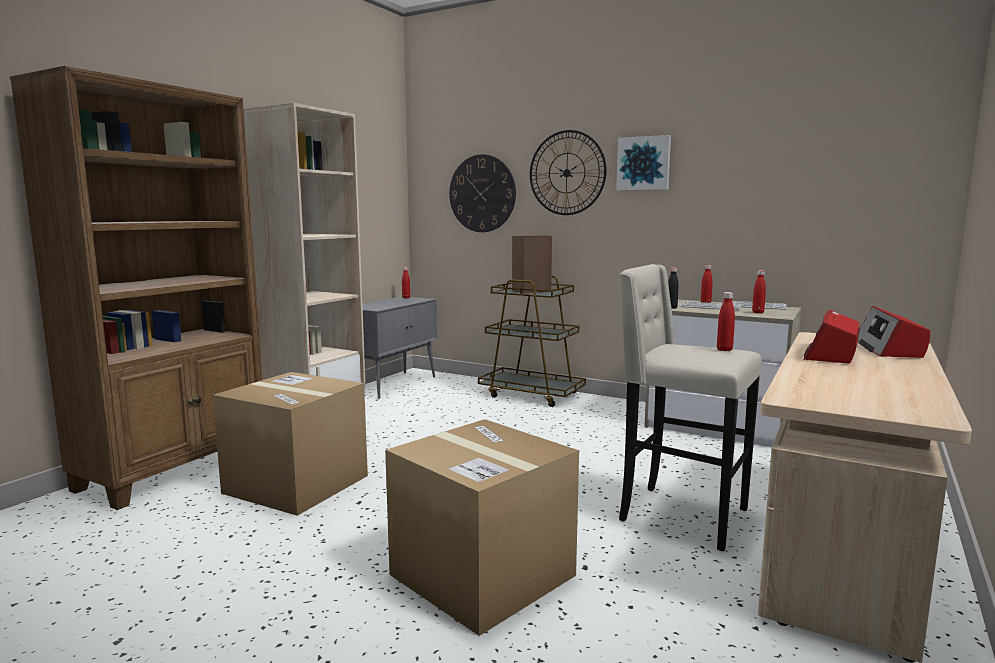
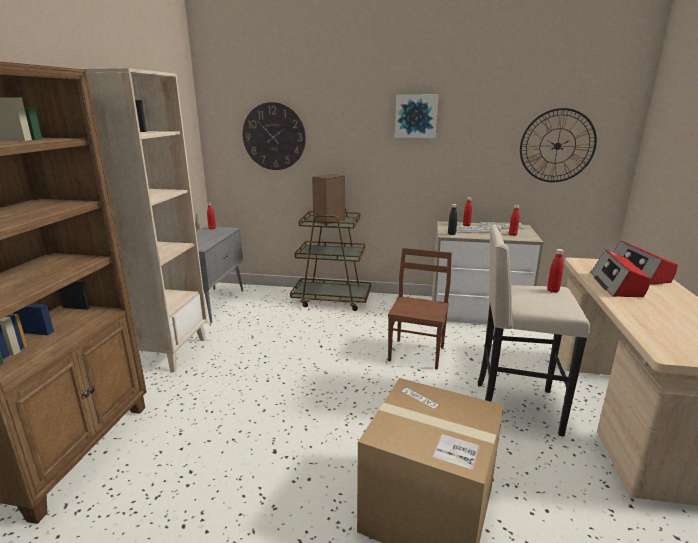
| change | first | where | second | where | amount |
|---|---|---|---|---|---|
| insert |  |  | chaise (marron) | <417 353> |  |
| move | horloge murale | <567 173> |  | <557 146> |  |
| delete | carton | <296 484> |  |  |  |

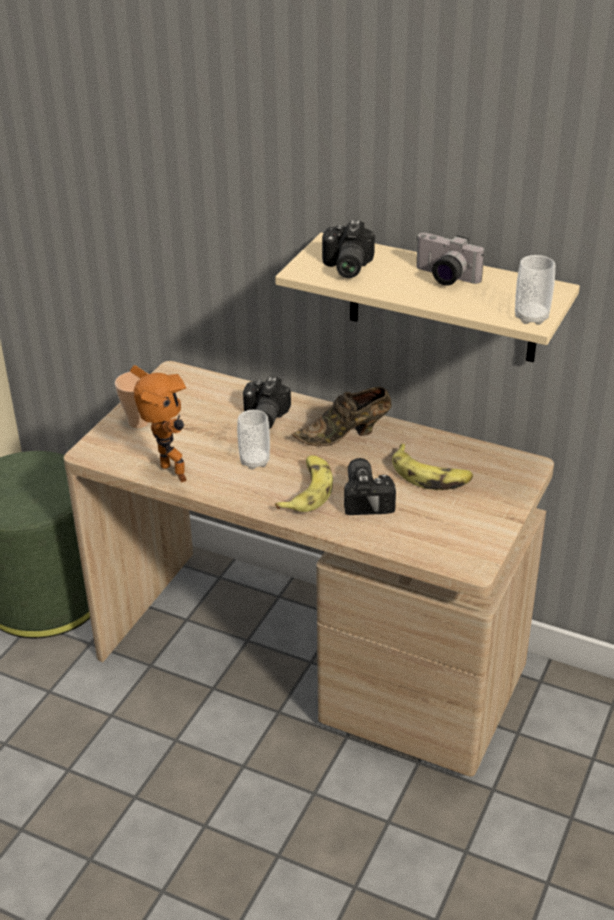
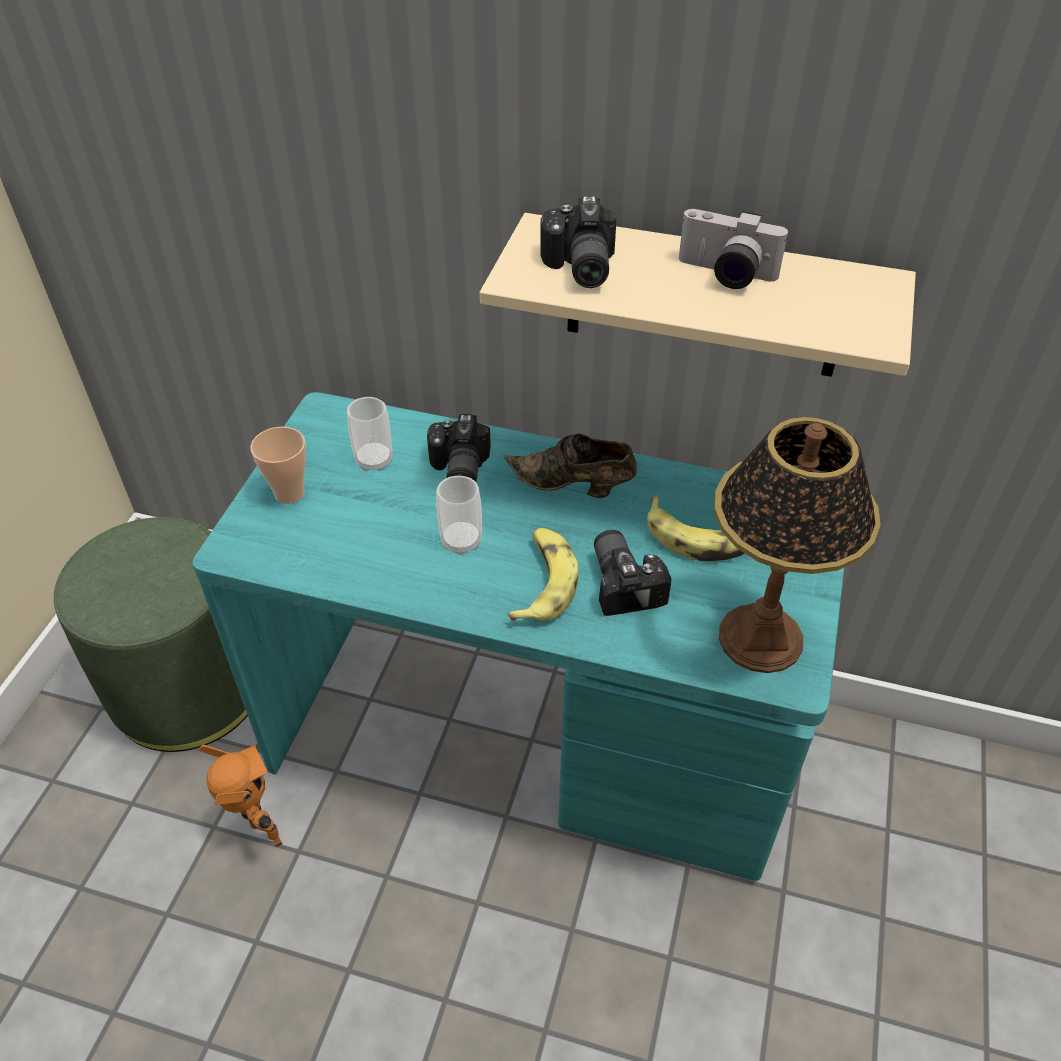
| change | first | where | second | where | amount |
|---|---|---|---|---|---|
| recolor | bureau (beige) | <310 659> | bureau (turquoise) | <531 736> |  |
| move | robot jouet | <169 475> |  | <262 838> |  |
| move | tasse | <531 317> |  | <374 461> |  |
| rotate | chaussure (marron) | <346 435> |  | <573 486> | 45 degrees clockwise |
| insert |  |  | lampe de table | <761 639> |  |

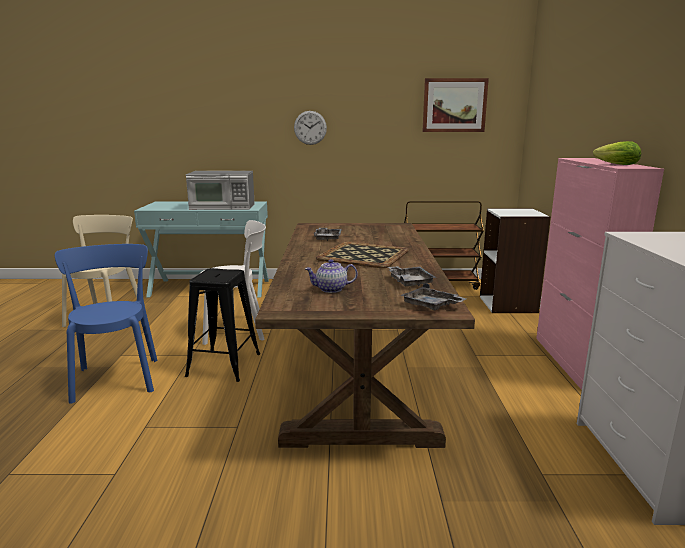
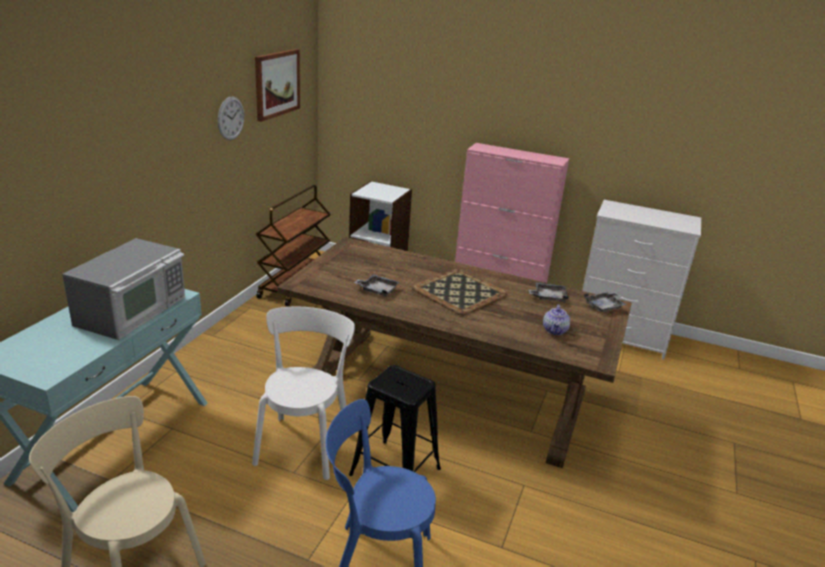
| change | first | where | second | where | amount |
|---|---|---|---|---|---|
| move | horloge murale | <310 127> |  | <231 118> |  |
| delete | laitue | <614 164> |  |  |  |

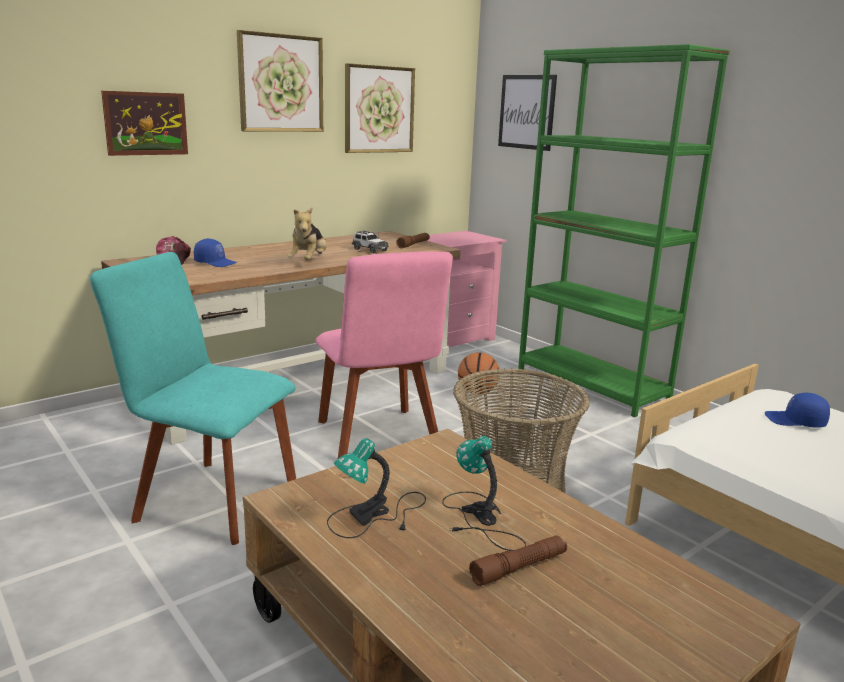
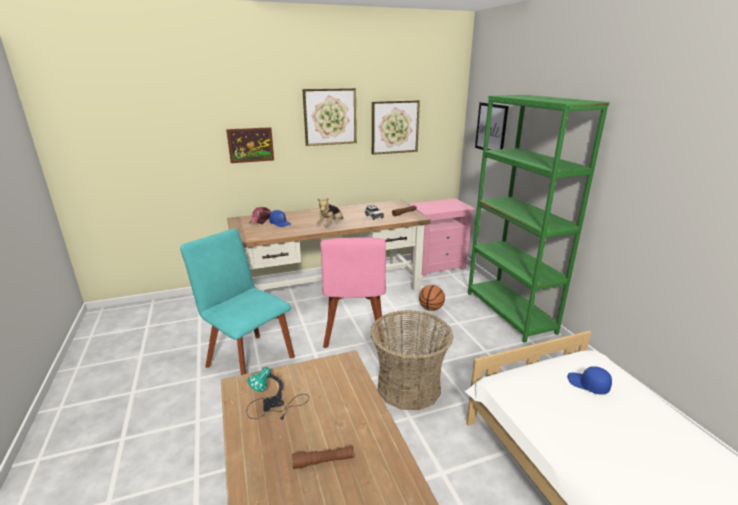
| change | first | where | second | where | amount |
|---|---|---|---|---|---|
| delete | lampe de table | <479 518> |  |  |  |

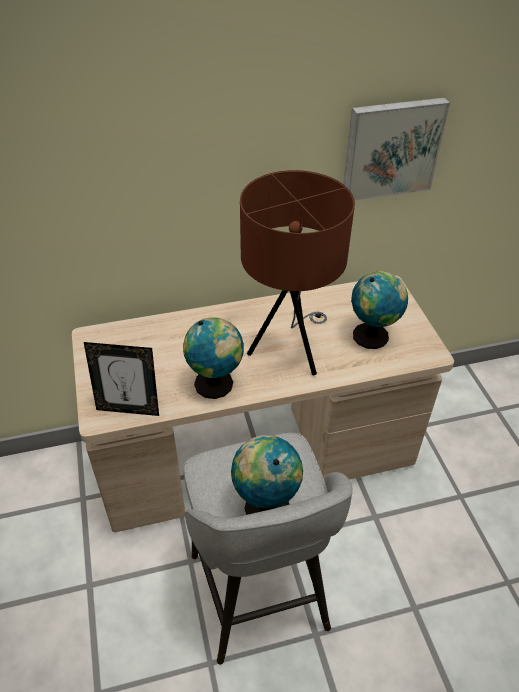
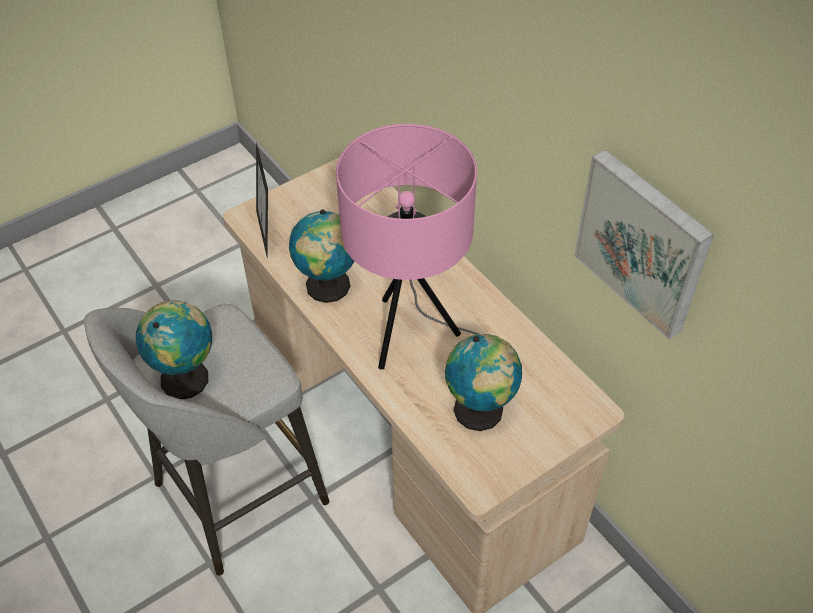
| change | first | where | second | where | amount |
|---|---|---|---|---|---|
| recolor | lampe de table (marron) | <290 349> | lampe de table (rose) | <413 336> |  |

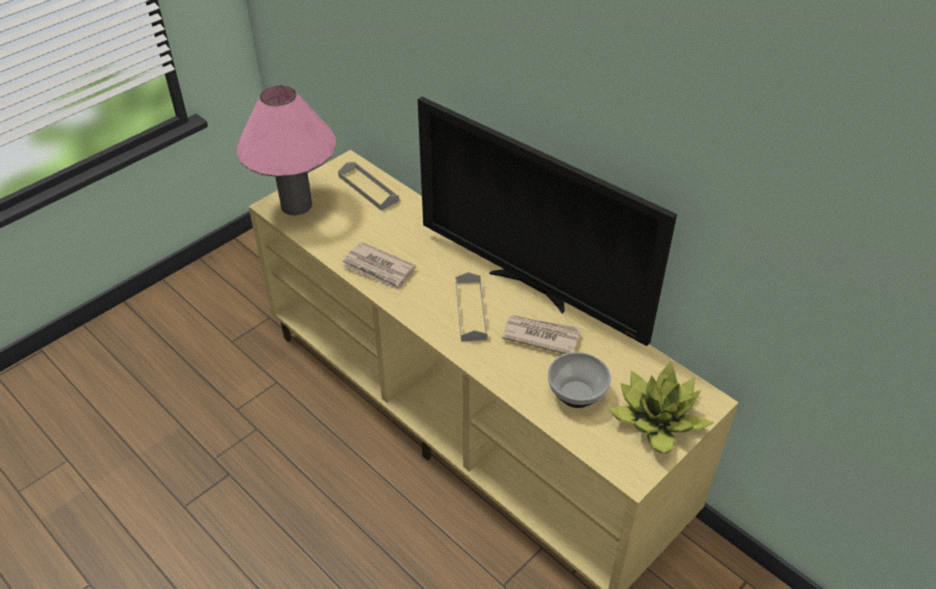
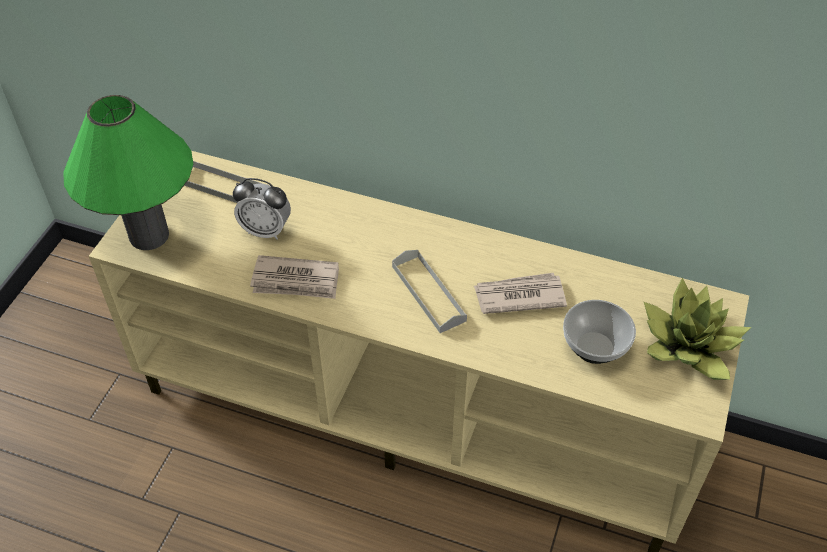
| change | first | where | second | where | amount |
|---|---|---|---|---|---|
| recolor | lampe de table (rose) | <296 205> | lampe de table (vert) | <149 235> |  |
| insert |  |  | réveil | <266 230> |  |
| delete | téléviseur | <532 288> |  |  |  |

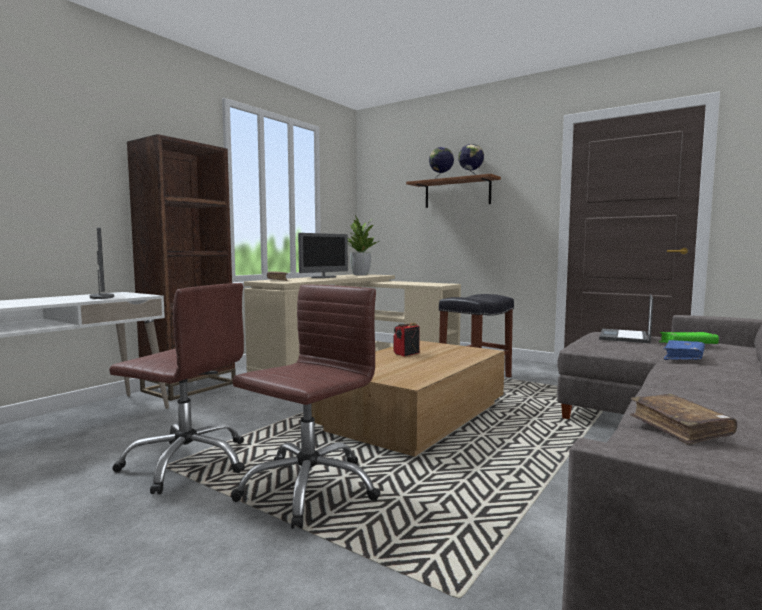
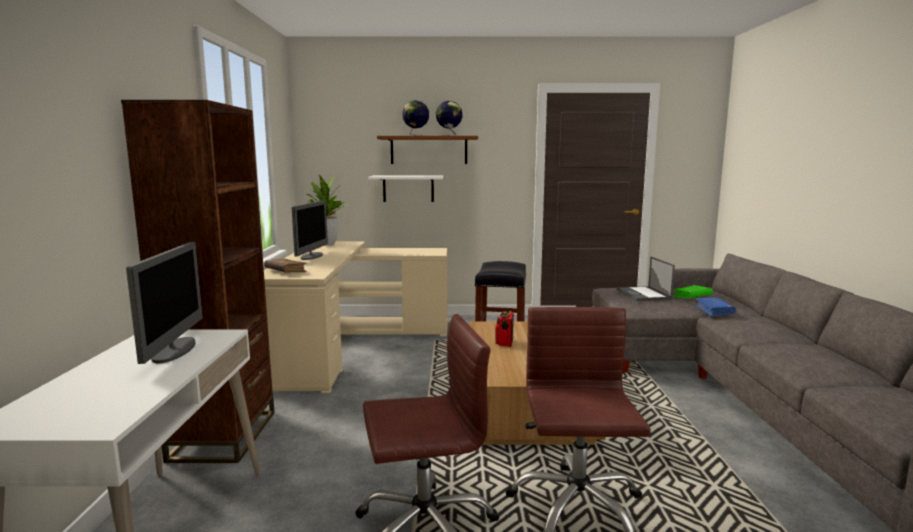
| change | first | where | second | where | amount |
|---|---|---|---|---|---|
| rotate | écran d'ordinateur | <102 297> |  | <174 350> | 60 degrees clockwise |
| insert |  |  | étagère (blanc) | <408 188> |  |
| delete | livre (marron) | <679 428> |  |  |  |

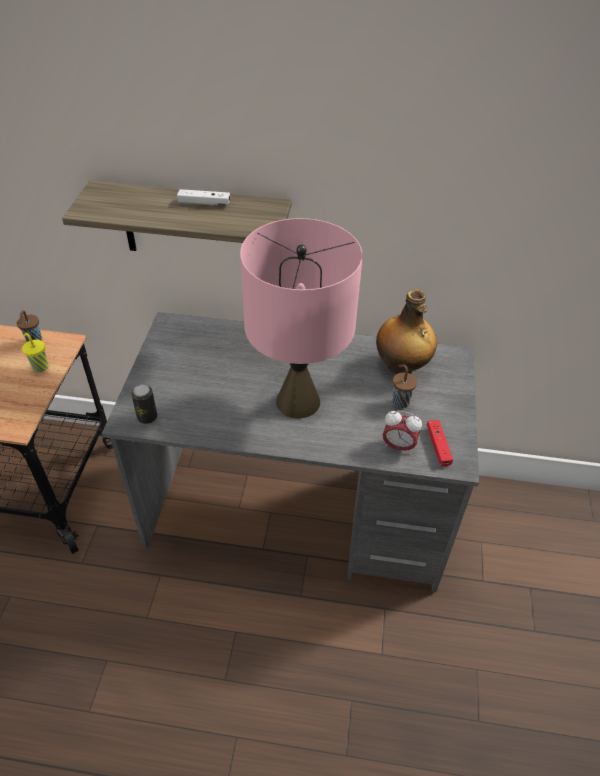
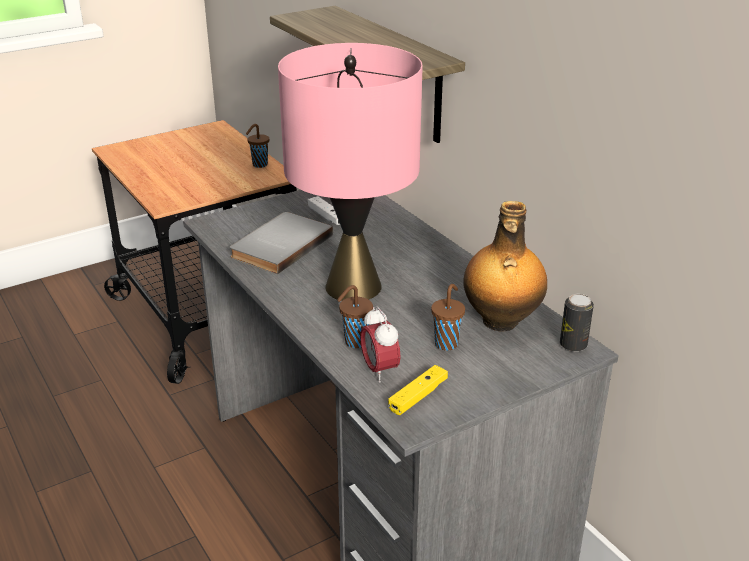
| change | first | where | second | where | amount |
|---|---|---|---|---|---|
| insert |  |  | livre (gris) | <279 245> |  |
| move | manette (blanc) | <204 203> |  | <327 217> |  |
| insert |  |  | tasse (marron) | <354 342> |  |
| recolor | manette (rouge) | <438 446> | manette (jaune) | <418 396> |  |
| move | boîte métallique | <147 417> |  | <573 345> |  |
| delete | tasse (jaune) | <40 366> |  |  |  |

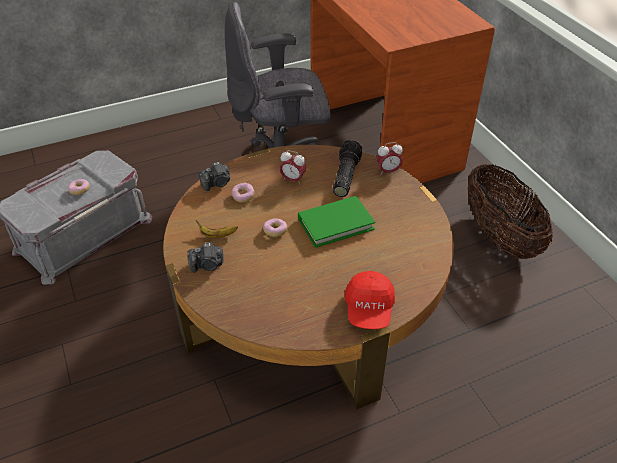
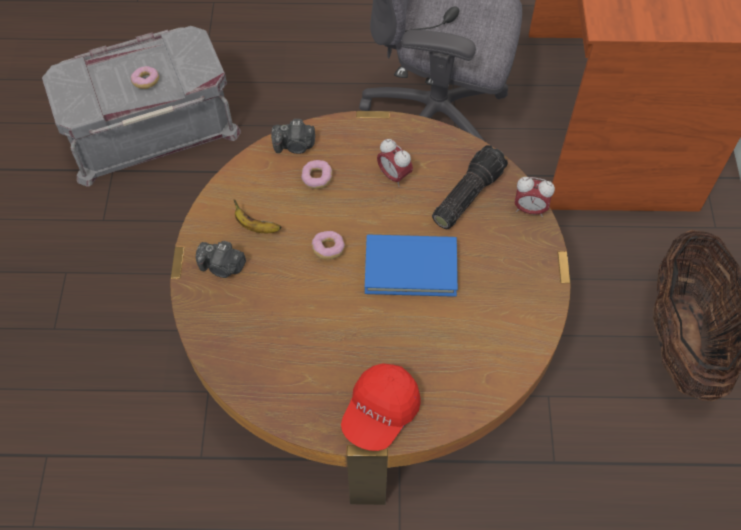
| change | first | where | second | where | amount |
|---|---|---|---|---|---|
| recolor | livre (vert) | <335 224> | livre (bleu) | <410 268> |  |

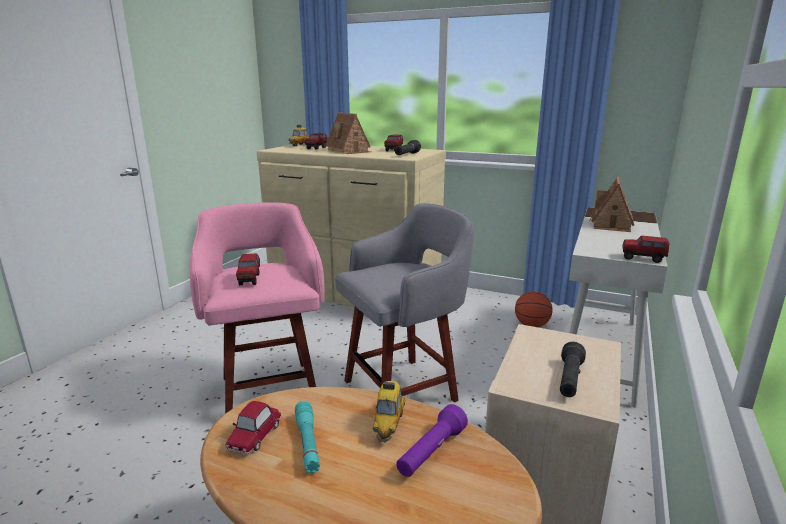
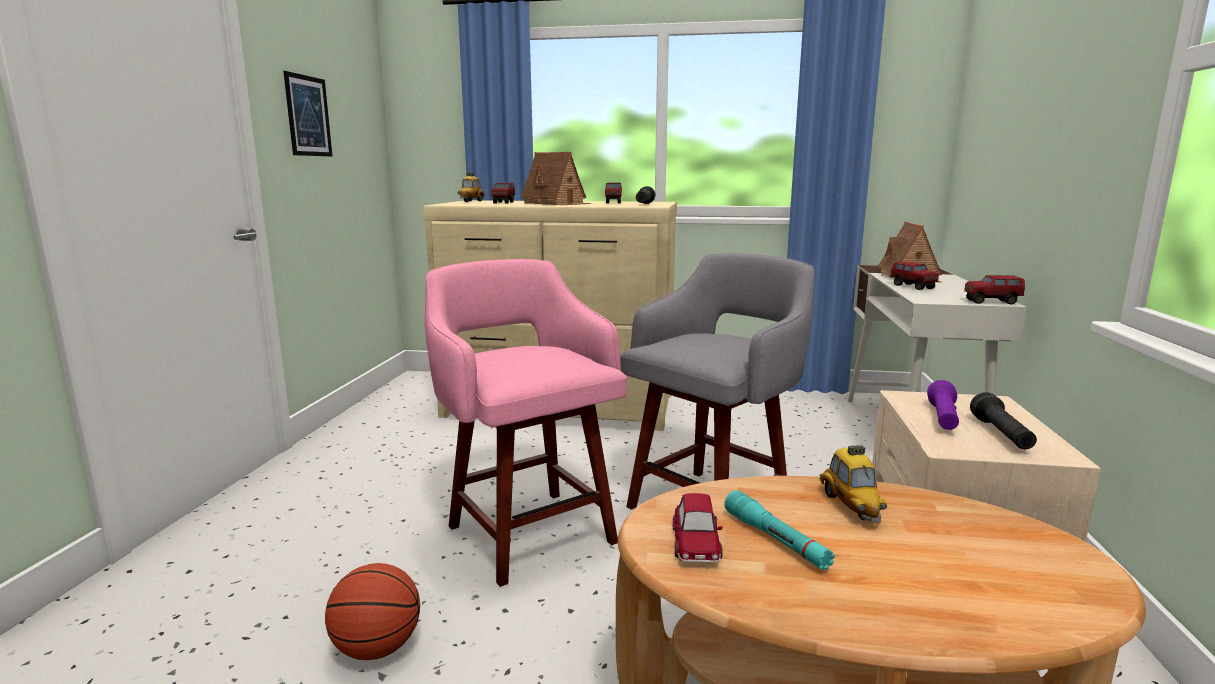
| change | first | where | second | where | amount |
|---|---|---|---|---|---|
| insert |  |  | tableau | <308 116> |  |
| move | ballon de basket | <531 325> |  | <377 648> |  |
| move | camion jouet | <249 279> |  | <912 287> |  |
| move | lampe de poche (violet) | <431 452> |  | <943 418> |  |

